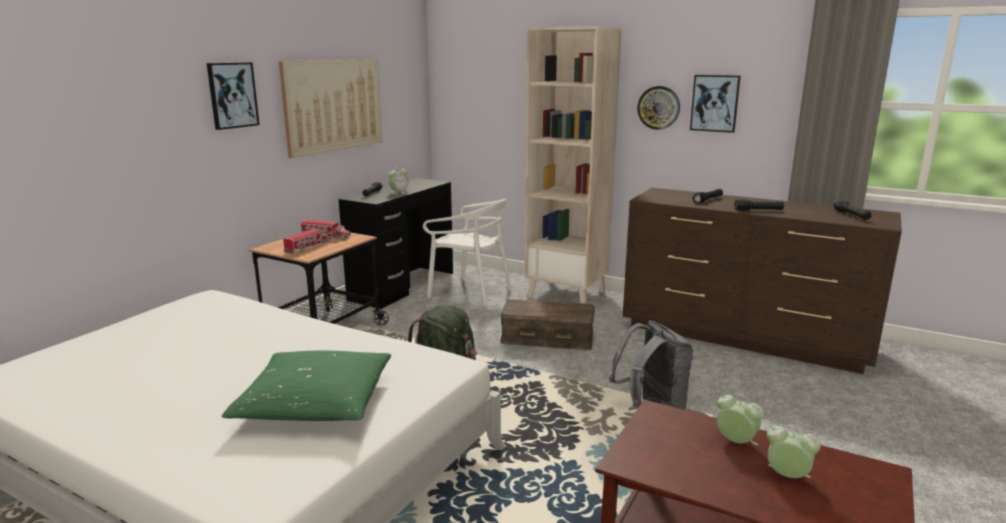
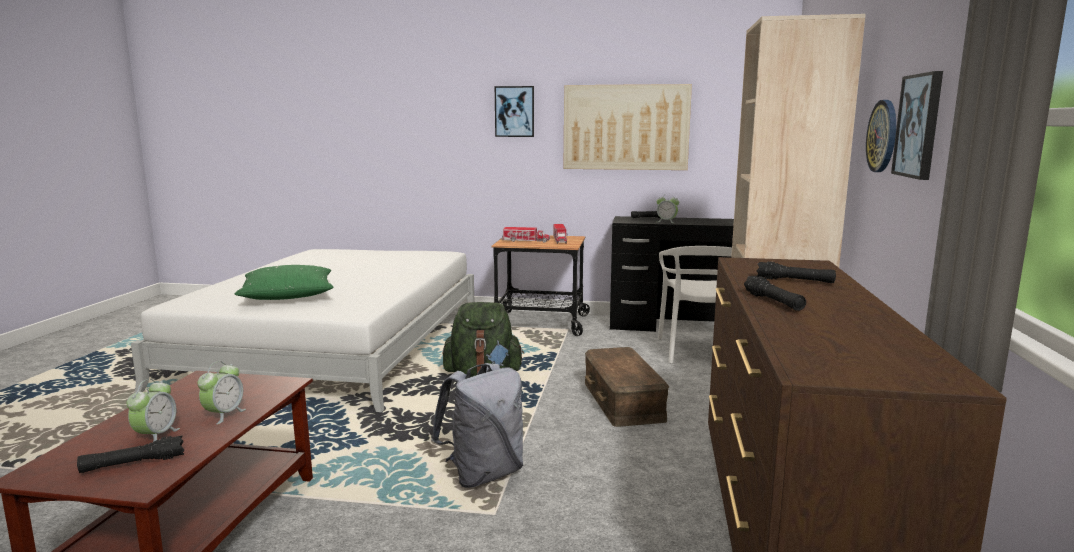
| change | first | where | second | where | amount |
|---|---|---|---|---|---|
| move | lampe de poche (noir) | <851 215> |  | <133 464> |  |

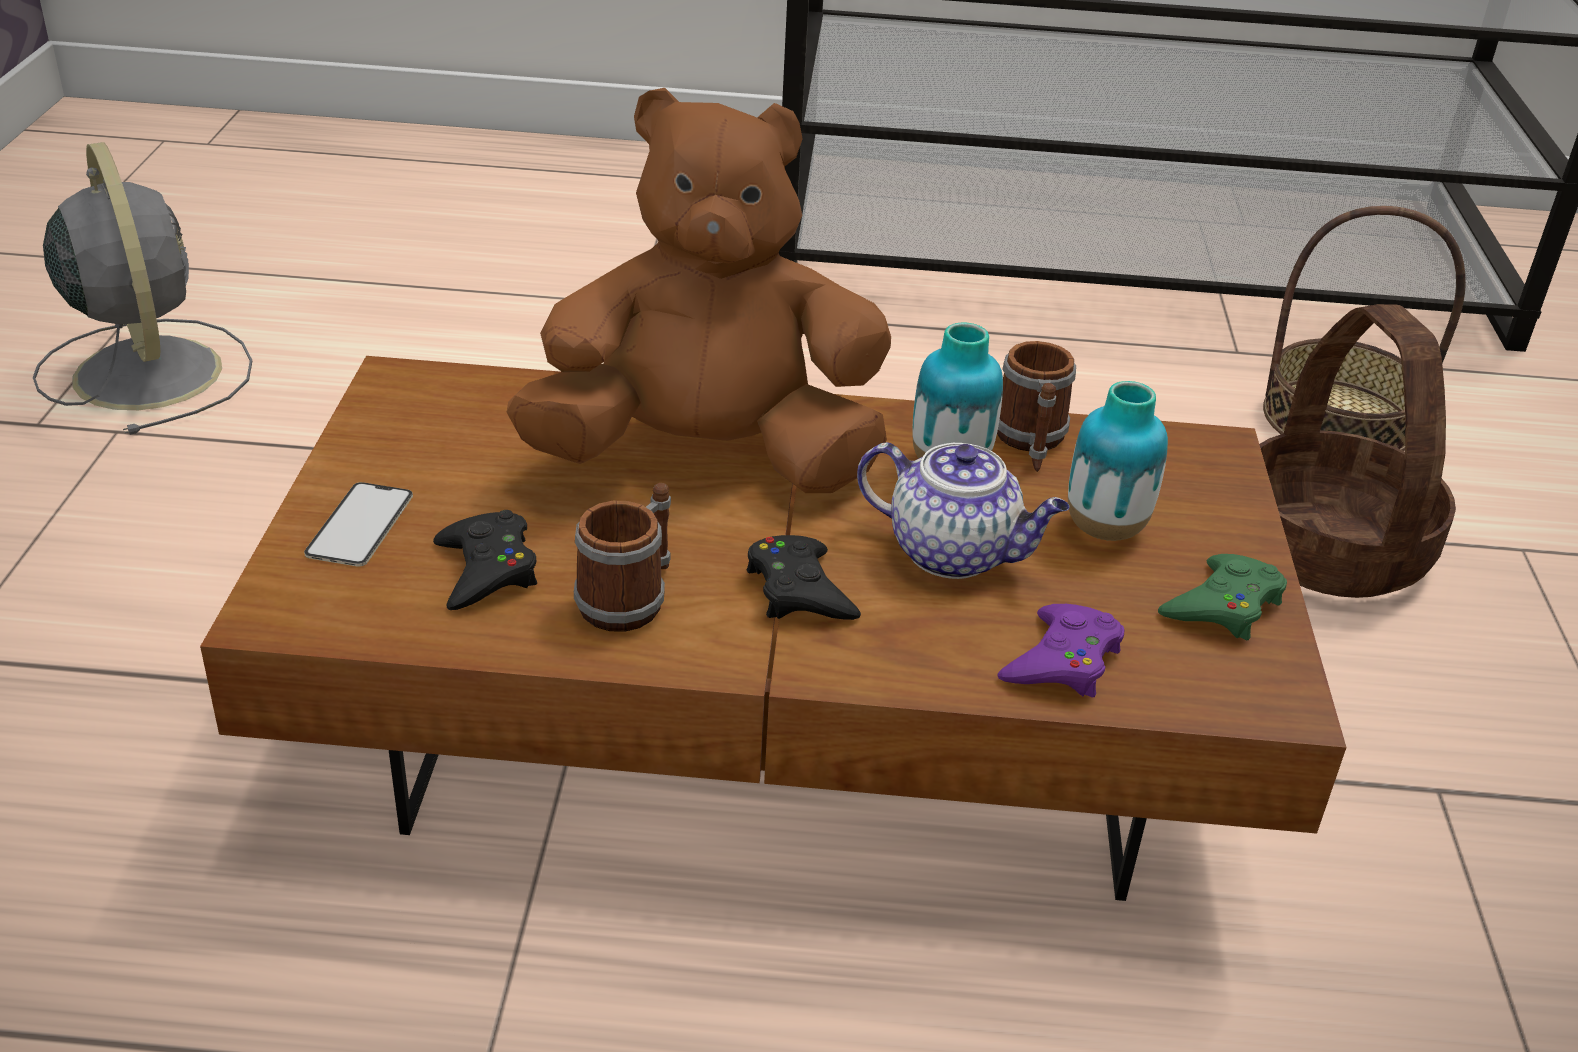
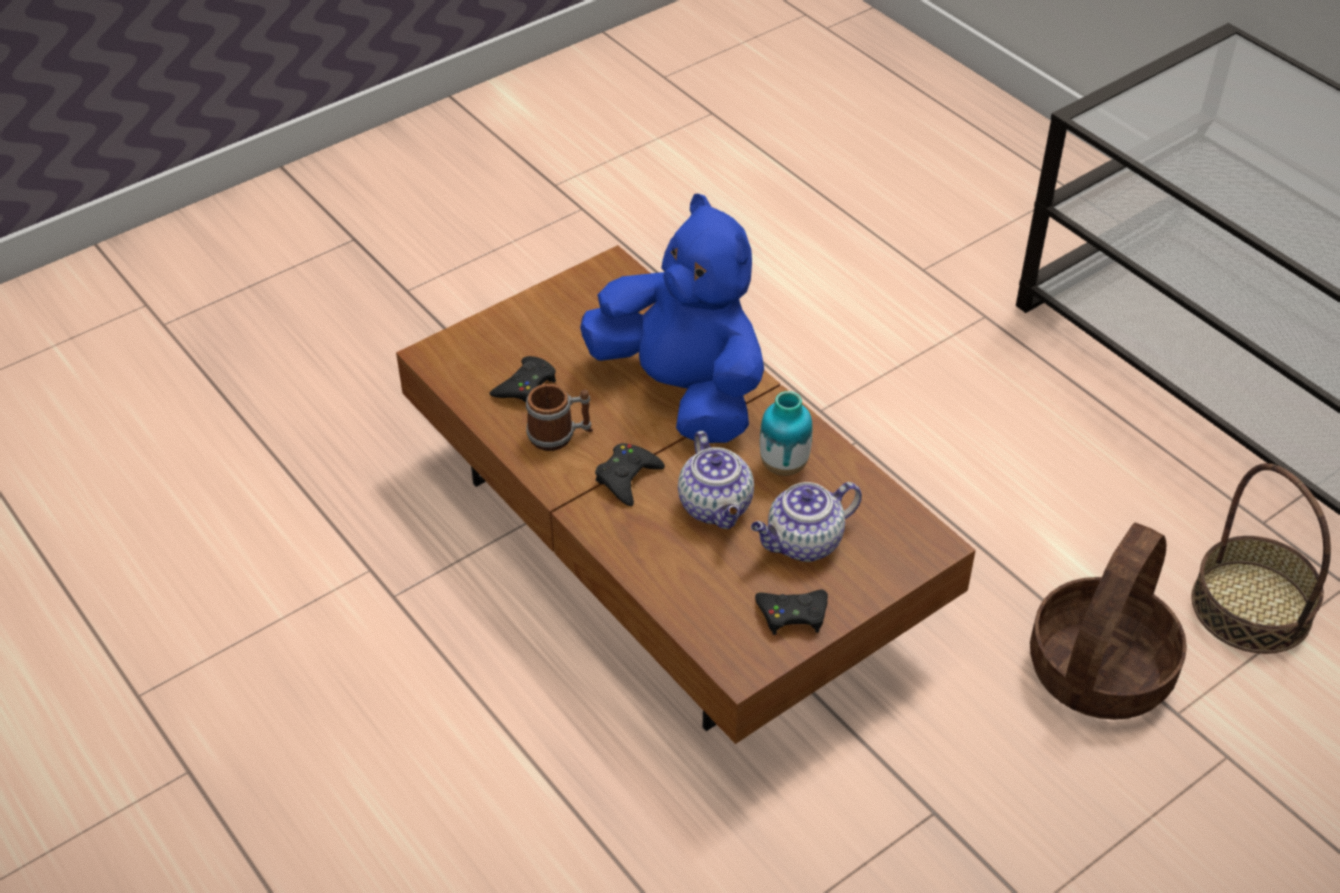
| change | first | where | second | where | amount |
|---|---|---|---|---|---|
| recolor | peluche (marron) | <708 459> | peluche (bleu) | <683 391> |  |
| replace | vase | <1105 528> | théière | <803 543> |  |
| recolor | manette (vert) | <1223 606> | manette (noir) | <792 614> |  |
| delete | ventilateur (gris) | <146 370> |  |  |  |
| delete | téléphone | <360 525> |  |  |  |
| delete | mug | <1030 442> |  |  |  |
| delete | manette (violet) | <1062 661> |  |  |  |

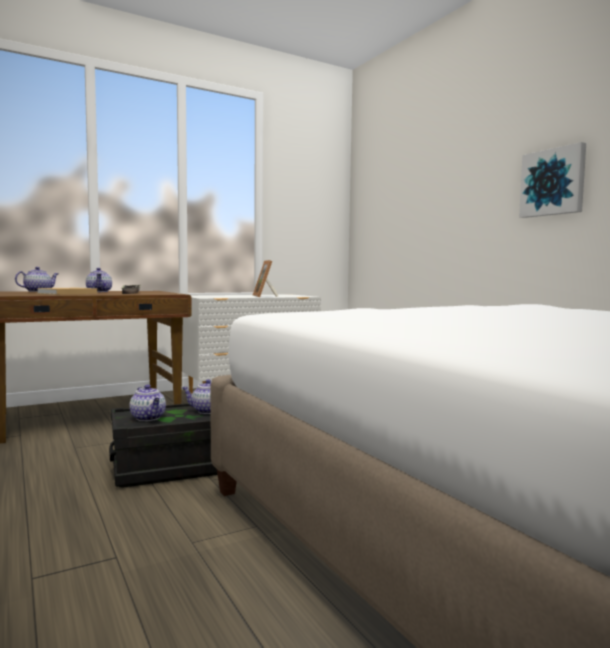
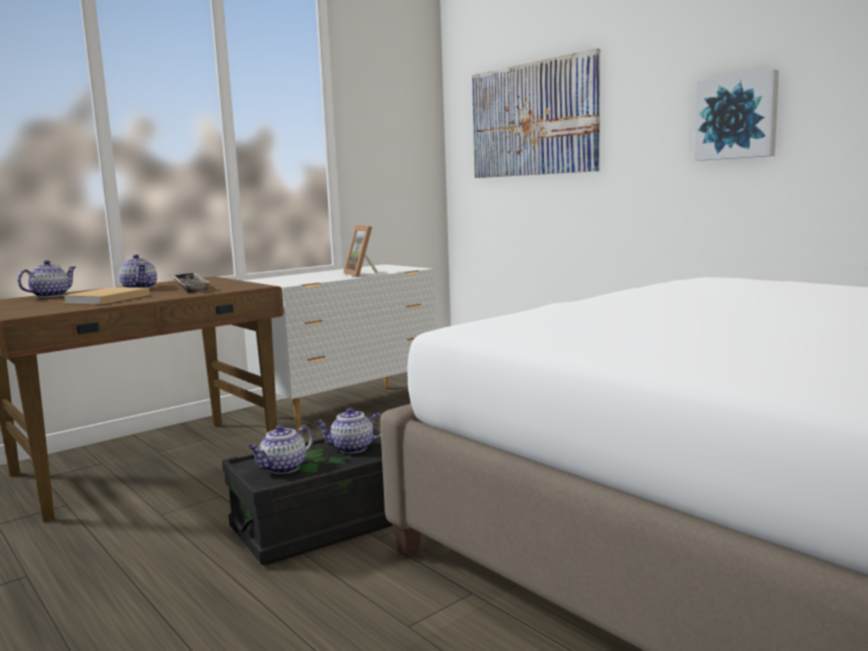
| change | first | where | second | where | amount |
|---|---|---|---|---|---|
| rotate | théière | <148 418> |  | <283 468> | 90 degrees clockwise |
| insert |  |  | tableau | <533 119> |  |

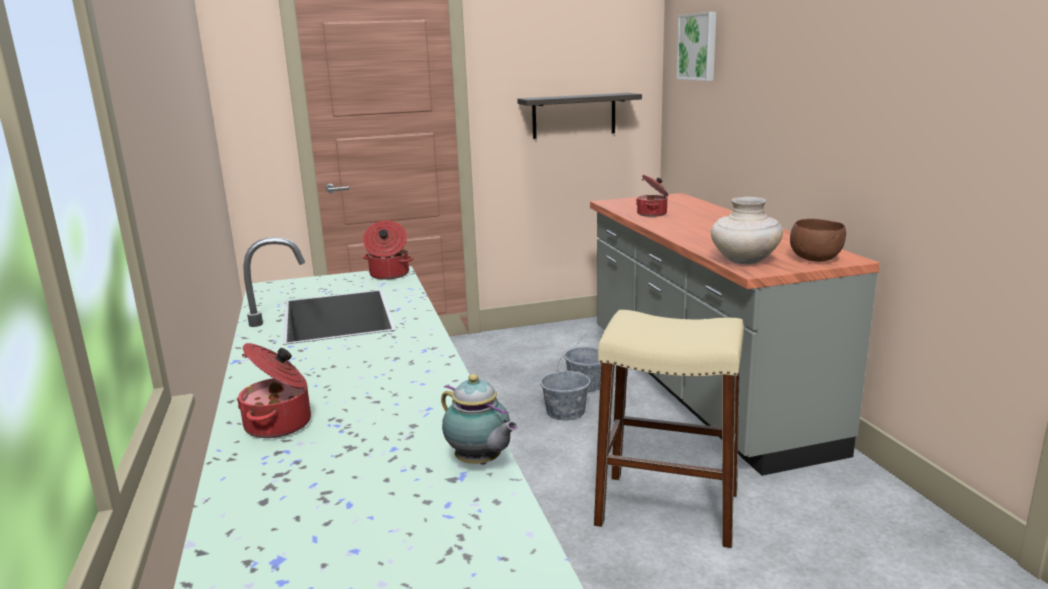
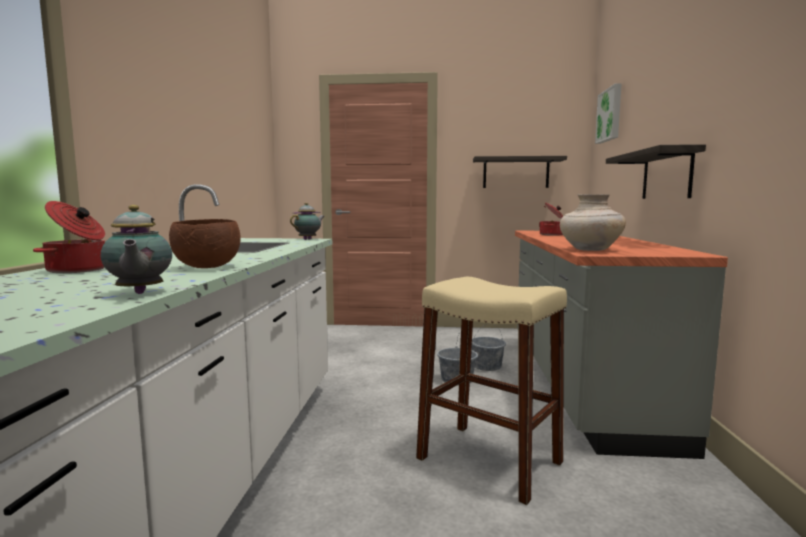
| change | first | where | second | where | amount |
|---|---|---|---|---|---|
| move | bol (marron) | <816 259> |  | <209 267> |  |
| replace | marmite | <388 275> | théière | <308 239> |  |
| insert |  |  | étagère | <666 175> |  |

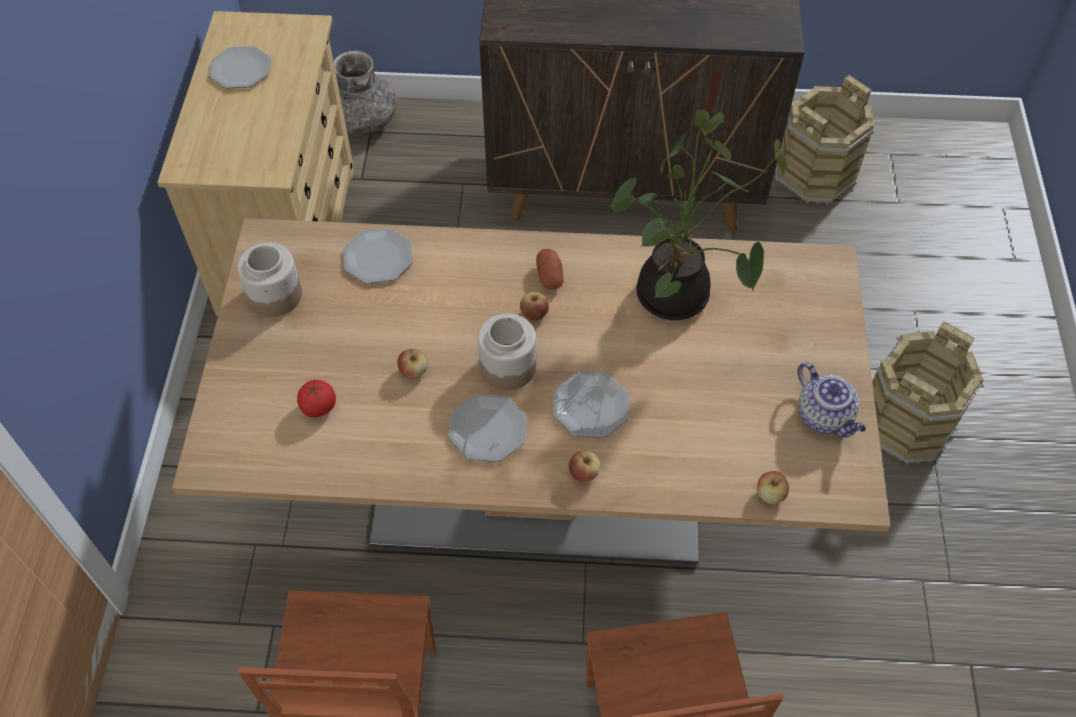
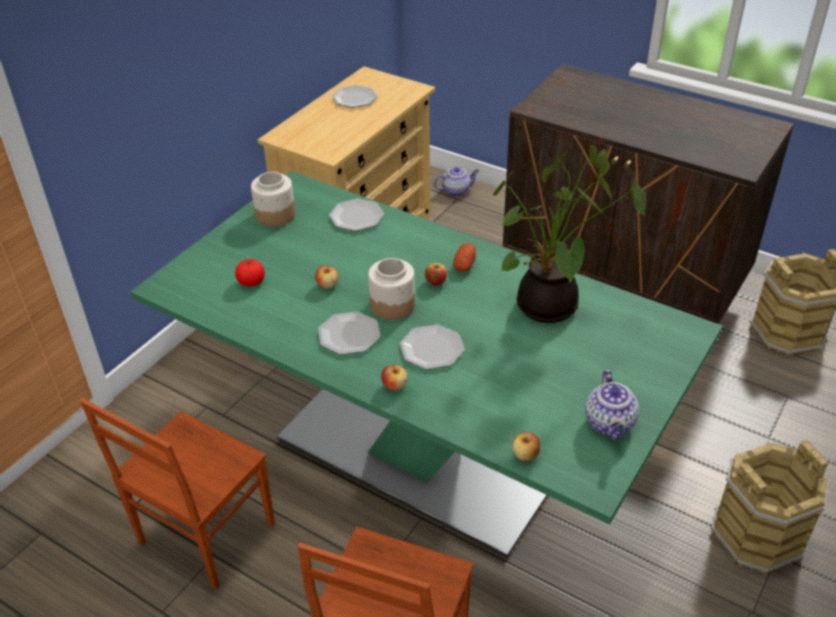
| change | first | where | second | where | amount |
|---|---|---|---|---|---|
| recolor | table à manger (beige) | <537 486> | table à manger (vert) | <420 453> |  |
| replace | vase (gris) | <363 120> | théière | <456 191> |  |

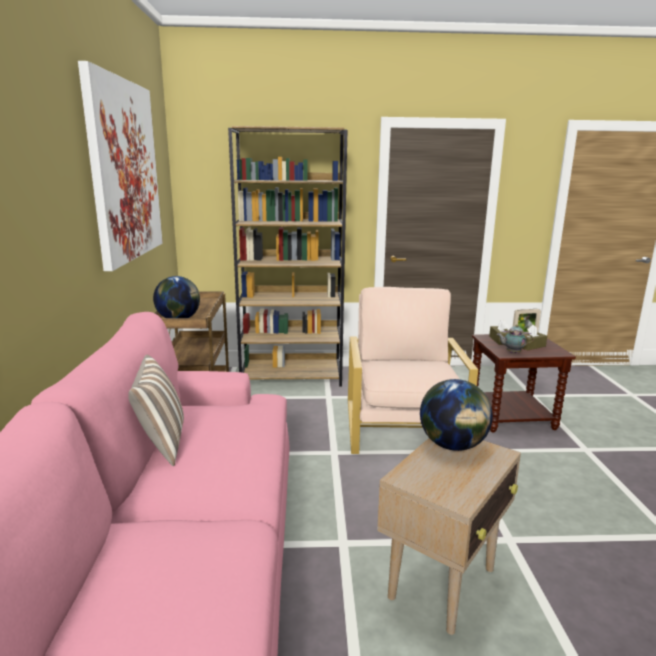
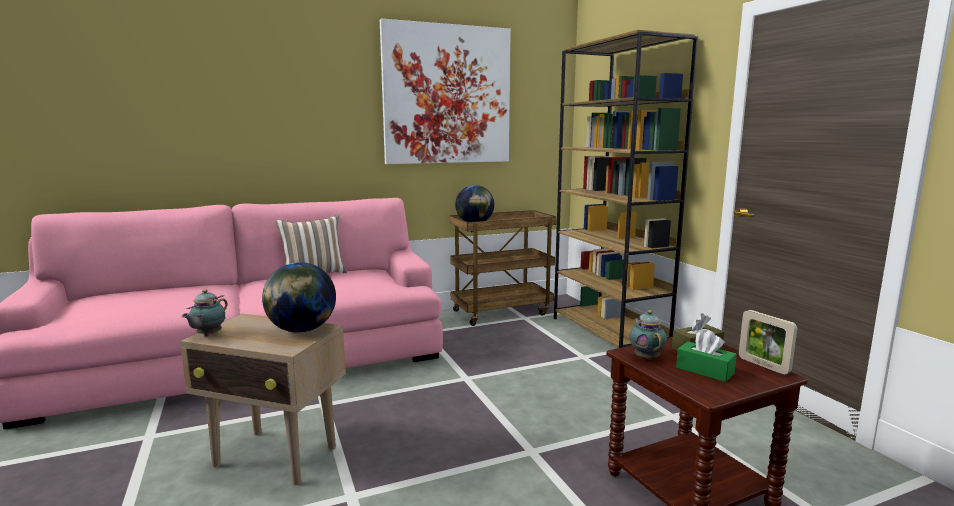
| change | first | where | second | where | amount |
|---|---|---|---|---|---|
| insert |  |  | théière | <208 335> |  |
| recolor | boîte à mouchoirs (marron) | <531 346> | boîte à mouchoirs (vert) | <704 370> |  |
| delete | fauteuil (beige) | <402 426> |  |  |  |

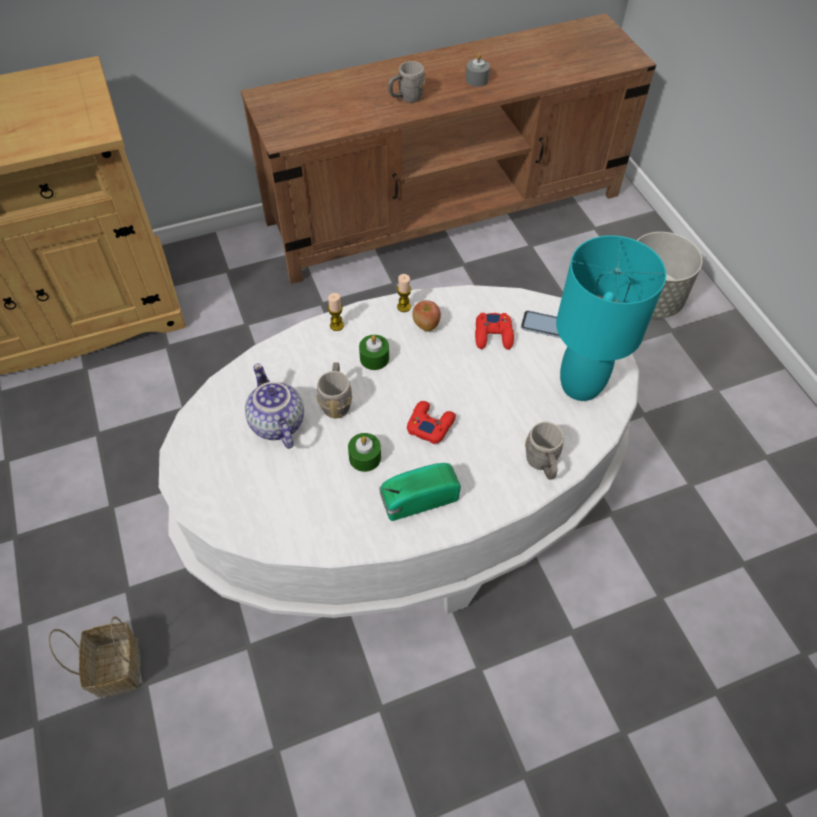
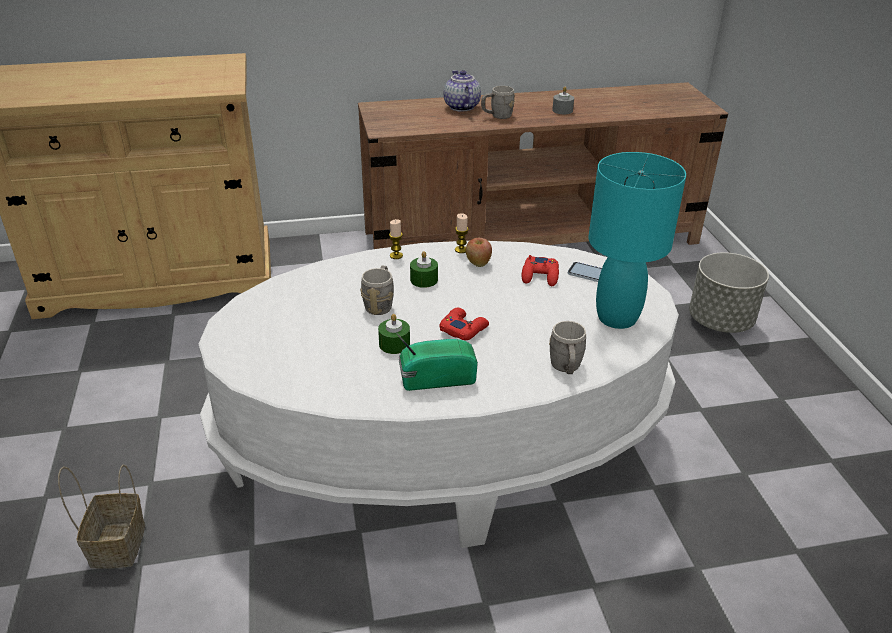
| change | first | where | second | where | amount |
|---|---|---|---|---|---|
| move | théière | <276 423> |  | <460 107> |  |

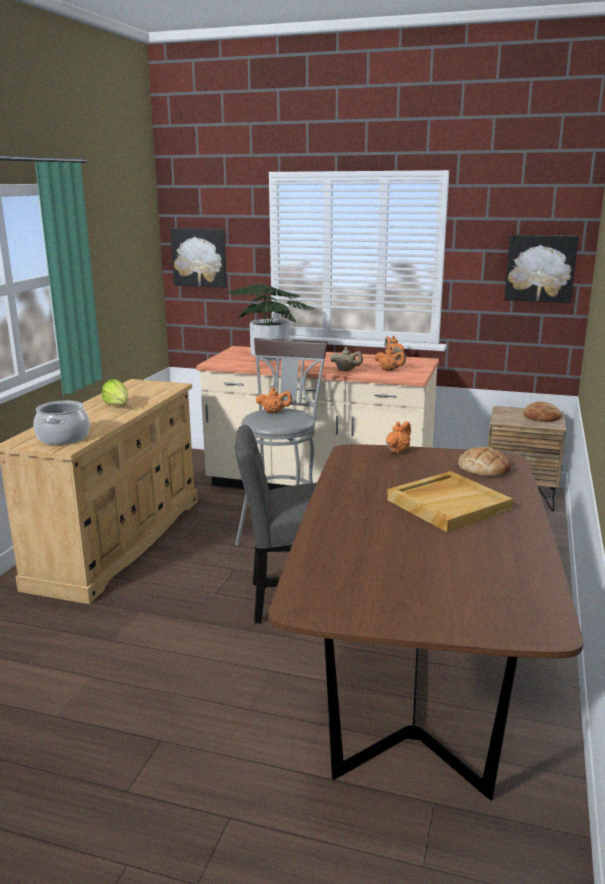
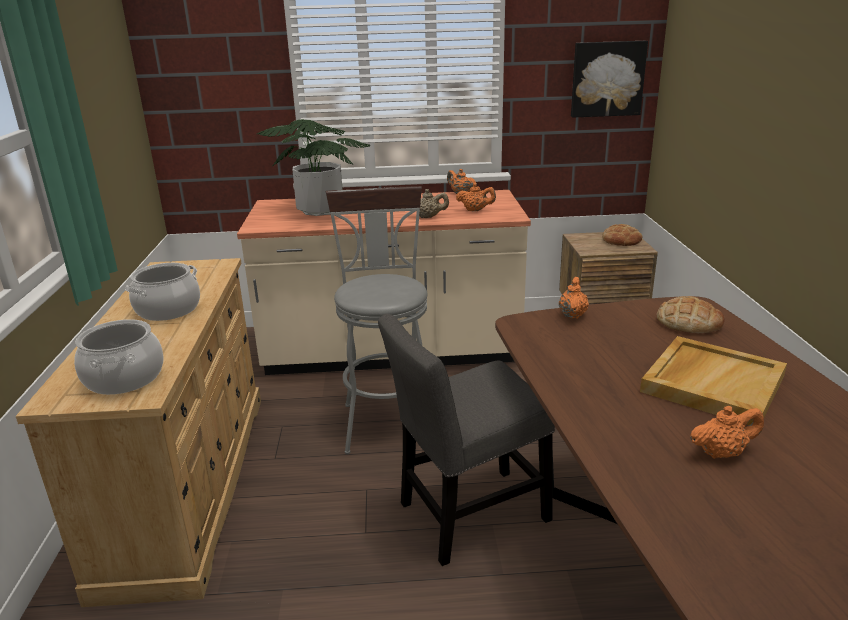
| change | first | where | second | where | amount |
|---|---|---|---|---|---|
| replace | laitue | <118 407> | marmite | <168 309> |  |
| move | théière (orange) | <274 412> |  | <721 453> |  |
| delete | tableau | <200 257> |  |  |  |

